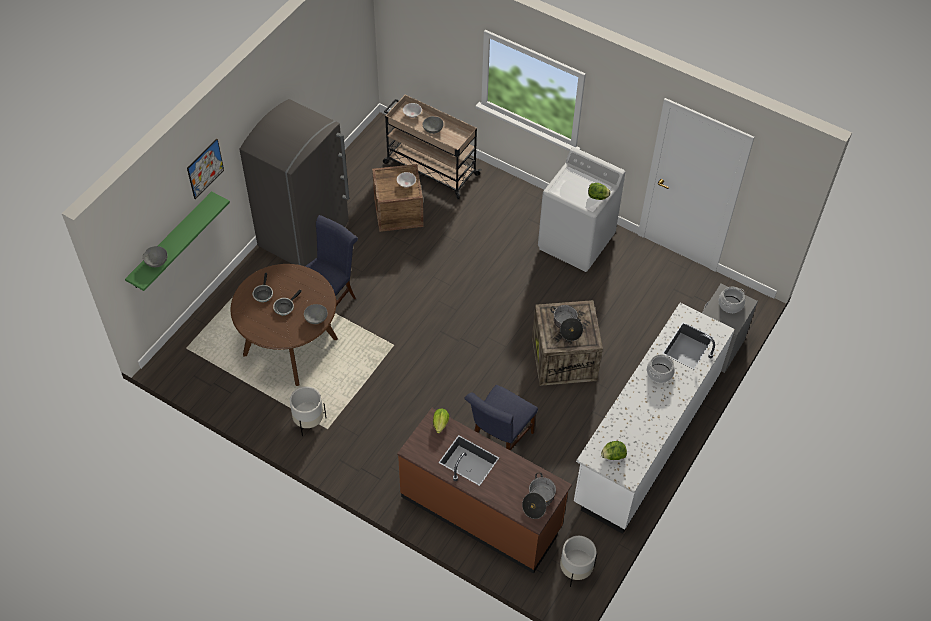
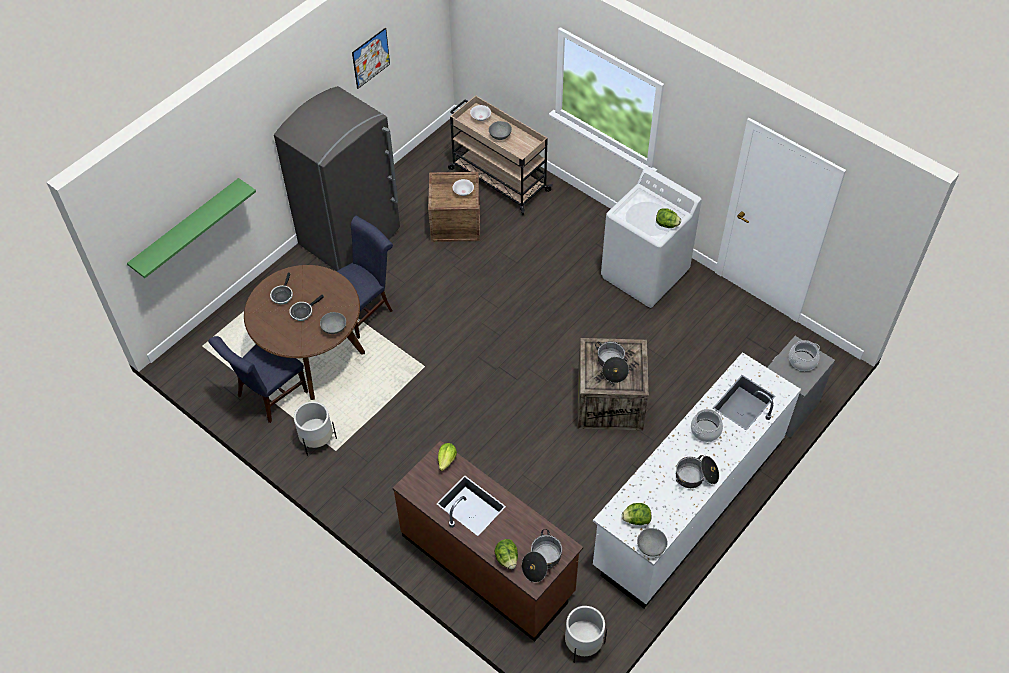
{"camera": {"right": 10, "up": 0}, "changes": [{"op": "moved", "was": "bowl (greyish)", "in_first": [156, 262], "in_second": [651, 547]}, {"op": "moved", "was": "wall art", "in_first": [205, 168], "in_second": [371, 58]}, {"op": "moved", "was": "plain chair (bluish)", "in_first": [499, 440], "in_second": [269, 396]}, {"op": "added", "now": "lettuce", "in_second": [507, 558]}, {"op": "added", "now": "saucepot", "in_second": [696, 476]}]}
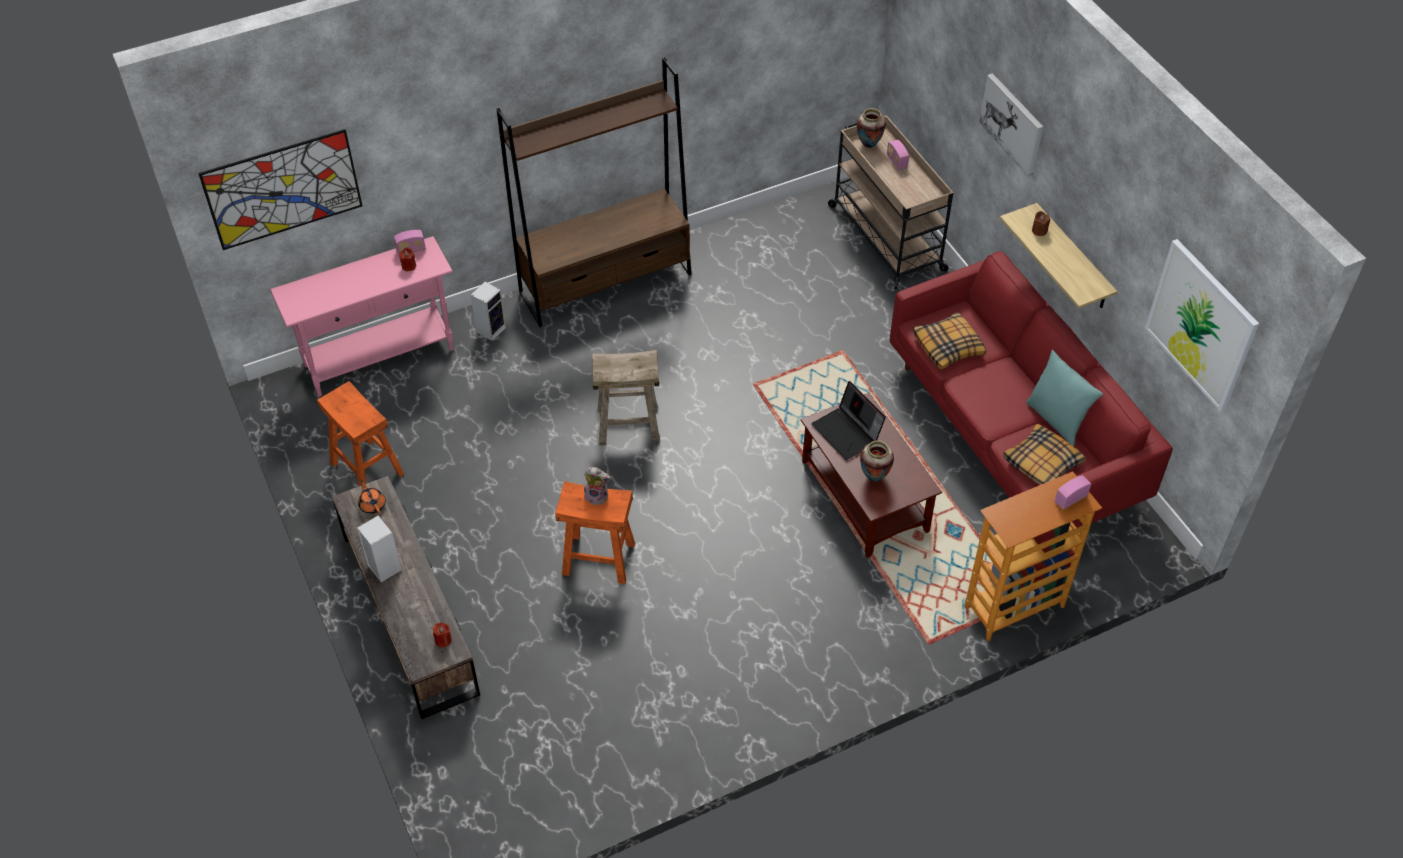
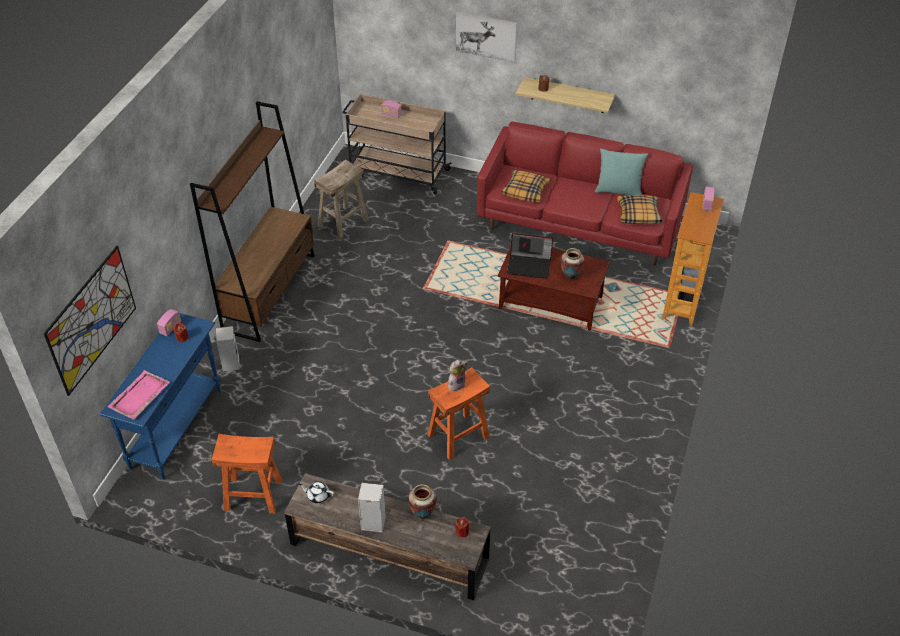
{"camera": {"right": -45, "up": -5}, "changes": [{"op": "recoloured", "was": "hall table (pink)", "now": "hall table (bluish)", "in_first": [380, 357], "in_second": [177, 428]}, {"op": "recoloured", "was": "teapot (orange)", "now": "teapot (white)", "in_first": [372, 505], "in_second": [318, 496]}, {"op": "moved", "was": "stool (sand-coloured)", "in_first": [628, 424], "in_second": [343, 222]}, {"op": "moved", "was": "decorative vase", "in_first": [868, 145], "in_second": [422, 515]}, {"op": "removed", "was": "wall art", "in_first": [1201, 325]}, {"op": "added", "now": "serving tray (pink)", "in_second": [139, 396]}]}
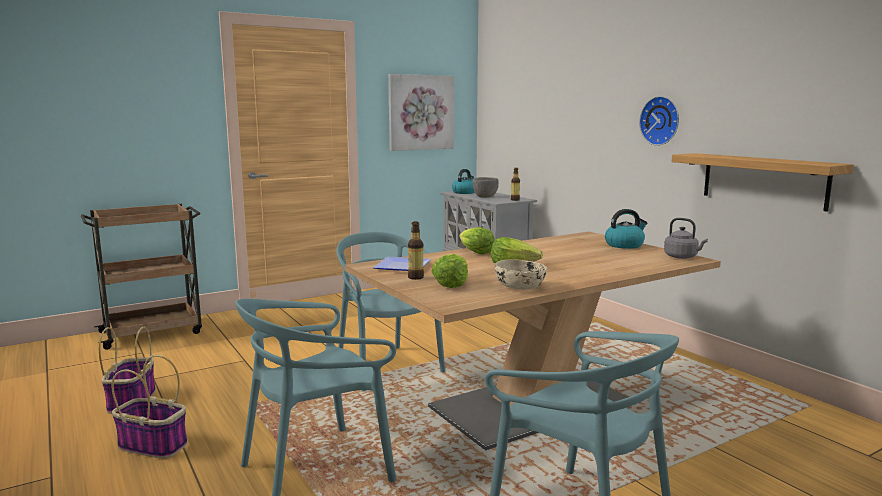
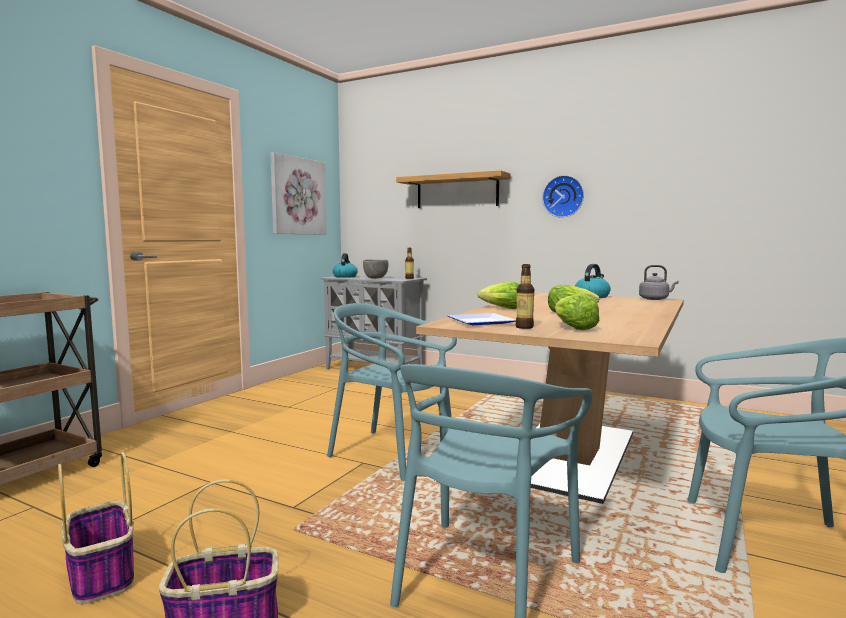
{"camera": {"right": -30, "up": -5}, "changes": [{"op": "removed", "was": "bowl (sand-coloured)", "in_first": [520, 287]}, {"op": "moved", "was": "bracket shelf", "in_first": [763, 180], "in_second": [457, 191]}]}
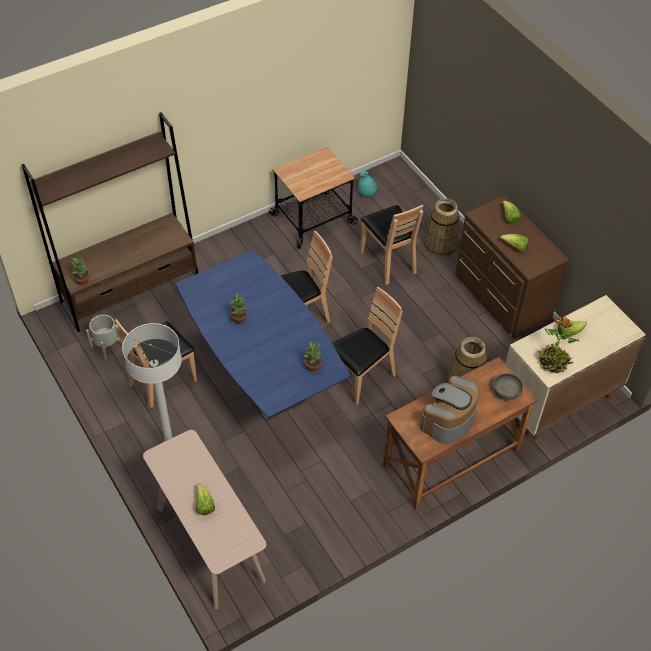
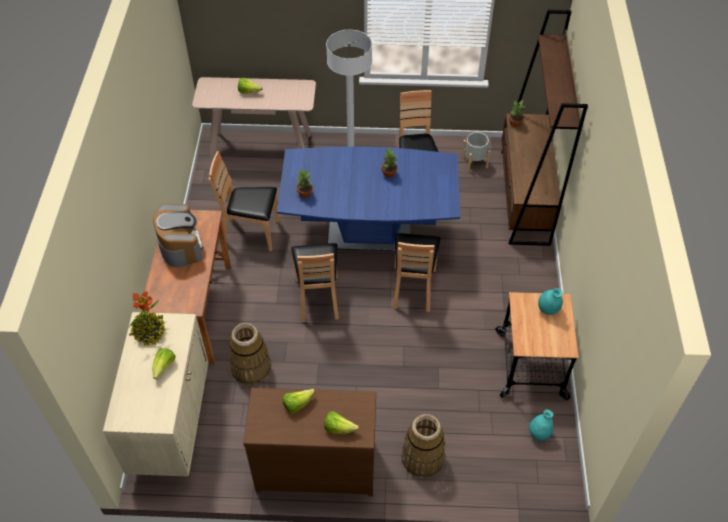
{"camera": {"right": 125, "up": 0}, "changes": [{"op": "moved", "was": "plain chair (brown-coloured)", "in_first": [388, 261], "in_second": [252, 233]}, {"op": "removed", "was": "bowl (greyish)", "in_first": [506, 391]}, {"op": "added", "now": "decorative vase (turquoise)", "in_second": [548, 309]}]}
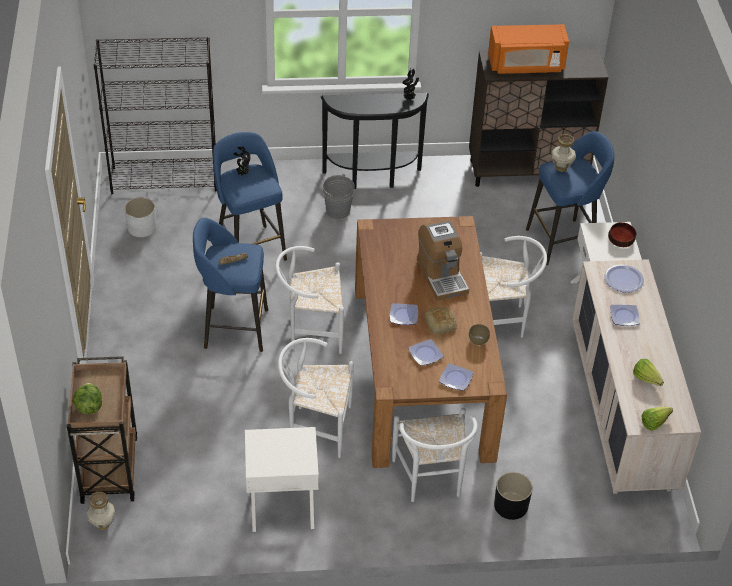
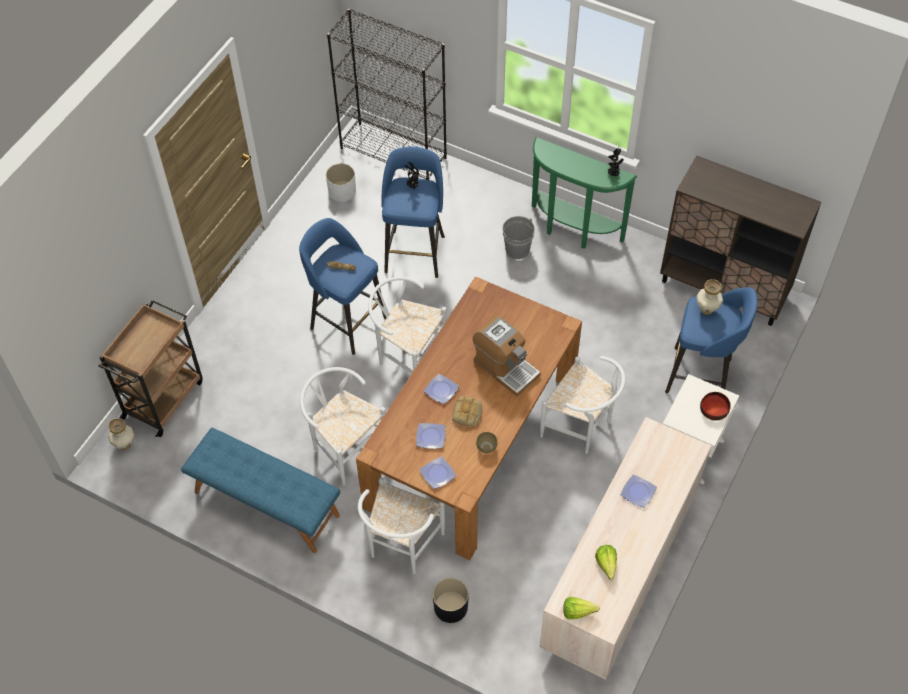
{"camera": {"right": 35, "up": 10}, "changes": [{"op": "removed", "was": "lettuce", "in_first": [89, 407]}, {"op": "replaced", "was": "bedside table (white)", "now": "long seat (bluish)", "in_first": [282, 507], "in_second": [266, 504]}, {"op": "recoloured", "was": "hall table (black)", "now": "hall table (greenish)", "in_first": [372, 178], "in_second": [572, 231]}, {"op": "turned", "was": "coffee maker", "in_first": [441, 275], "in_second": [505, 367], "clockwise": -60}, {"op": "removed", "was": "microwave (orange)", "in_first": [526, 65]}, {"op": "removed", "was": "flat dish", "in_first": [623, 279]}]}
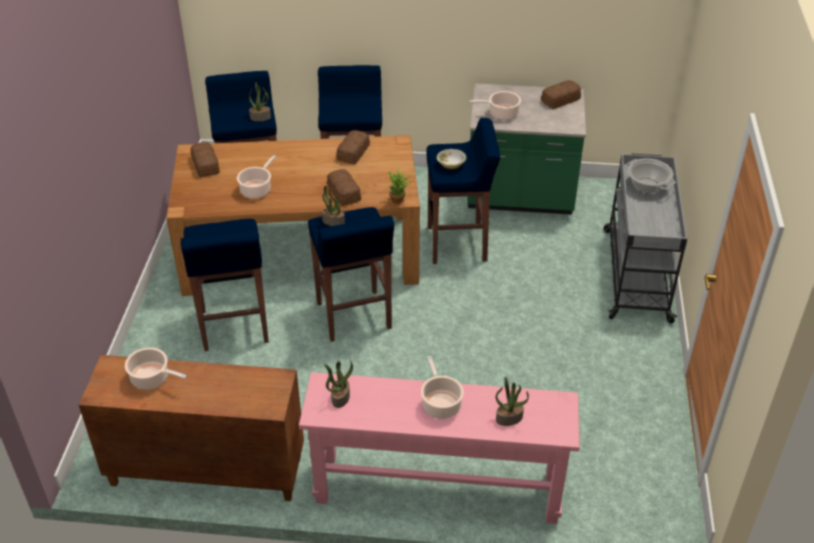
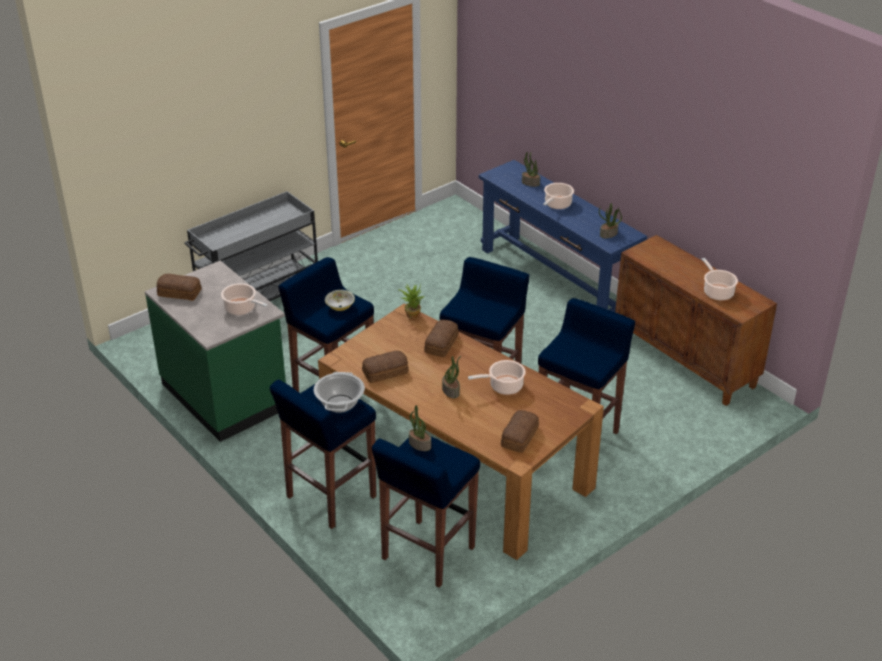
{"camera": {"right": -135, "up": -5}, "changes": [{"op": "recoloured", "was": "hall table (pink)", "now": "hall table (bluish)", "in_first": [437, 487], "in_second": [555, 279]}, {"op": "moved", "was": "potted plant", "in_first": [333, 222], "in_second": [451, 391]}, {"op": "moved", "was": "saucepot", "in_first": [647, 186], "in_second": [339, 403]}]}
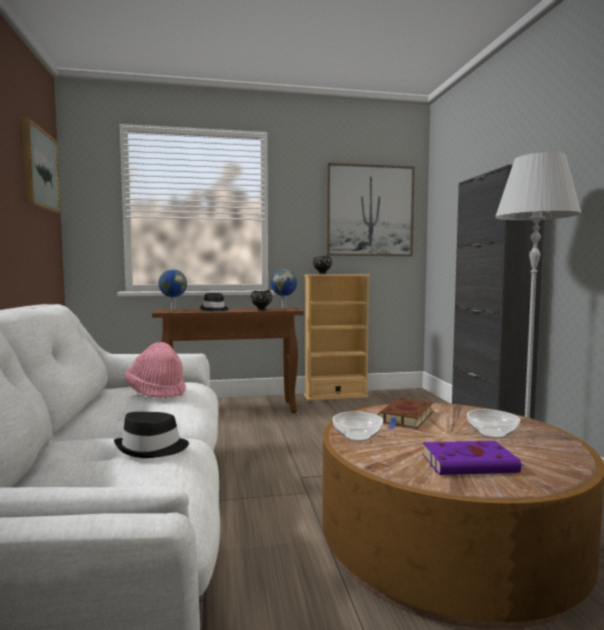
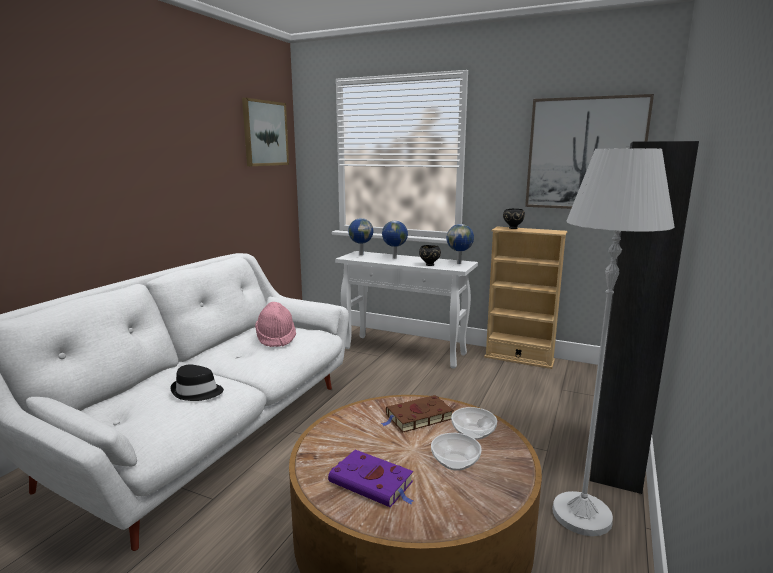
{"camera": {"right": 35, "up": 10}, "changes": [{"op": "recoloured", "was": "hall table (brown-coloured)", "now": "hall table (white)", "in_first": [232, 410], "in_second": [405, 351]}, {"op": "replaced", "was": "clothing hat (black)", "now": "desk globe", "in_first": [214, 309], "in_second": [394, 258]}, {"op": "moved", "was": "bowl", "in_first": [358, 436], "in_second": [473, 433]}]}
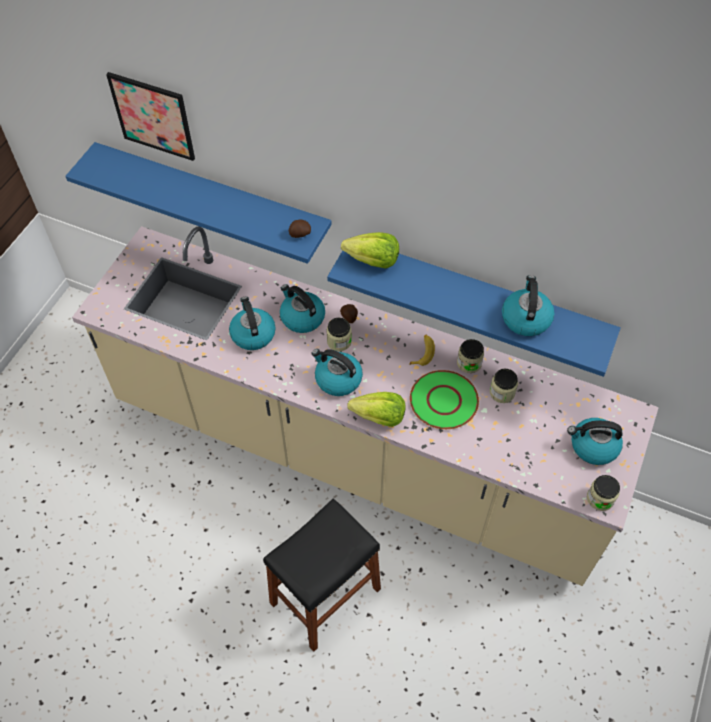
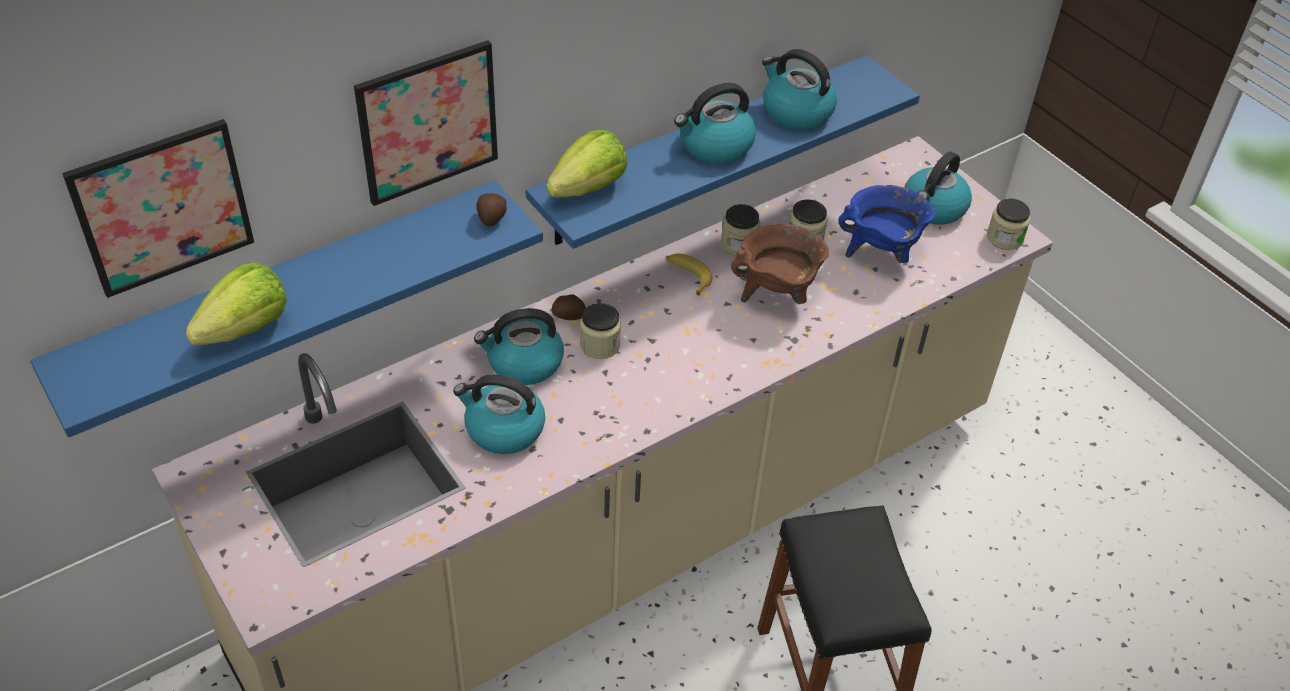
{"camera": {"right": -60, "up": -10}, "changes": [{"op": "moved", "was": "tea kettle", "in_first": [337, 379], "in_second": [715, 146]}, {"op": "moved", "was": "lettuce", "in_first": [379, 417], "in_second": [246, 328]}, {"op": "replaced", "was": "flat dish (greenish)", "now": "saucepot (brown-coloured)", "in_first": [443, 401], "in_second": [777, 294]}, {"op": "added", "now": "wall art", "in_second": [428, 122]}, {"op": "added", "now": "saucepot (bluish)", "in_second": [881, 253]}]}
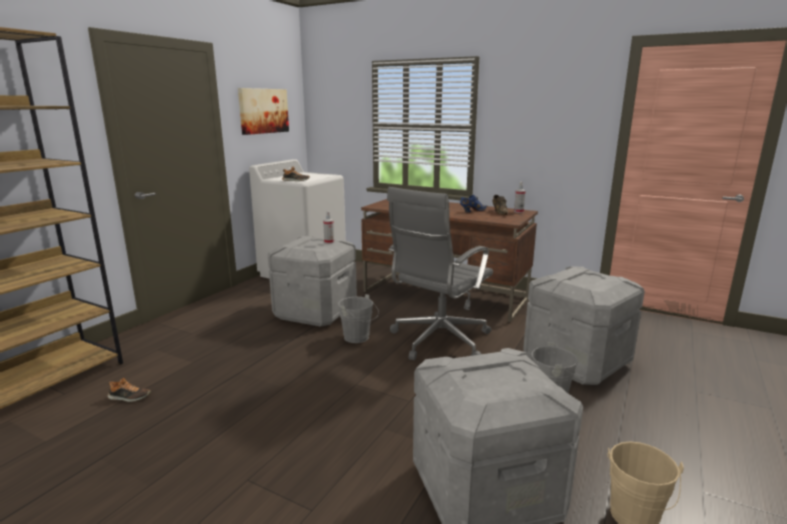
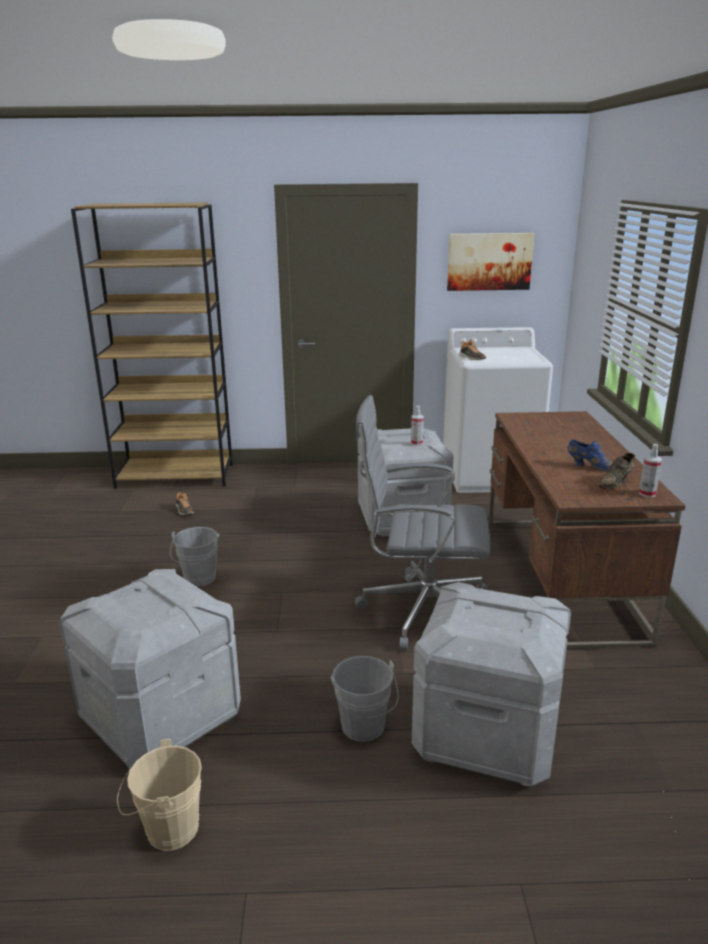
{"camera": {"right": 60, "up": 5}, "changes": [{"op": "moved", "was": "water bucket (greyish)", "in_first": [358, 338], "in_second": [198, 580]}]}
